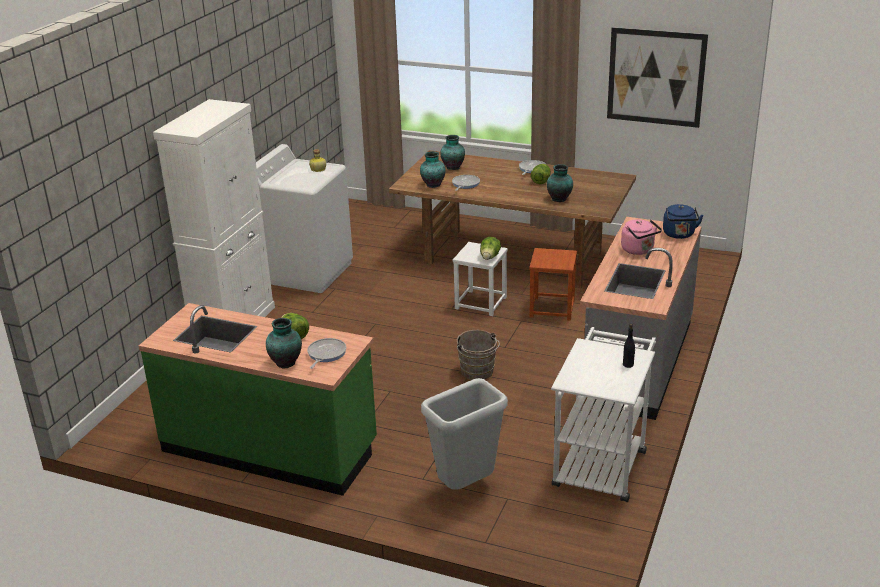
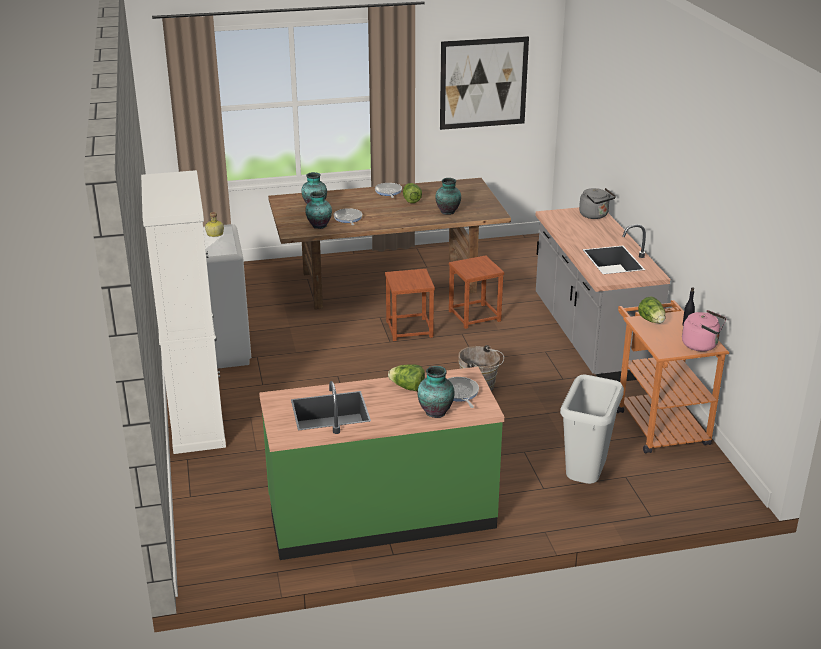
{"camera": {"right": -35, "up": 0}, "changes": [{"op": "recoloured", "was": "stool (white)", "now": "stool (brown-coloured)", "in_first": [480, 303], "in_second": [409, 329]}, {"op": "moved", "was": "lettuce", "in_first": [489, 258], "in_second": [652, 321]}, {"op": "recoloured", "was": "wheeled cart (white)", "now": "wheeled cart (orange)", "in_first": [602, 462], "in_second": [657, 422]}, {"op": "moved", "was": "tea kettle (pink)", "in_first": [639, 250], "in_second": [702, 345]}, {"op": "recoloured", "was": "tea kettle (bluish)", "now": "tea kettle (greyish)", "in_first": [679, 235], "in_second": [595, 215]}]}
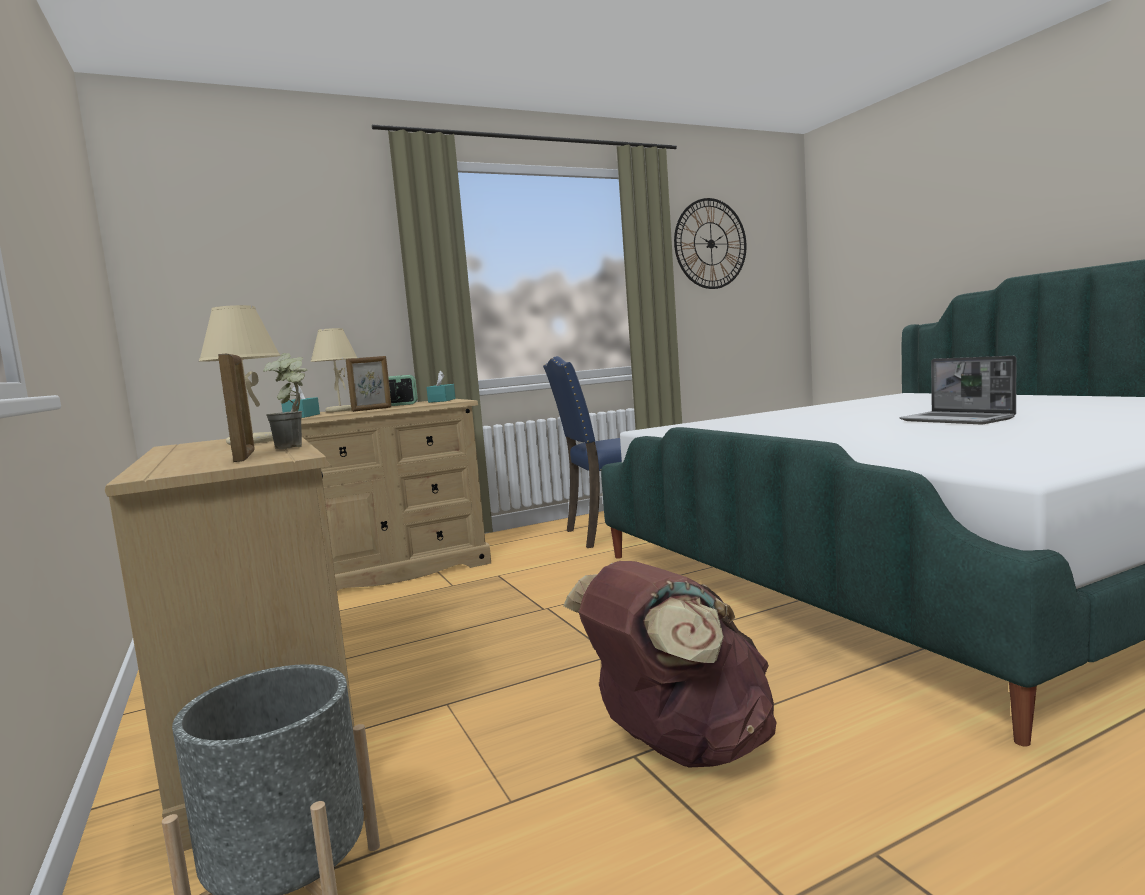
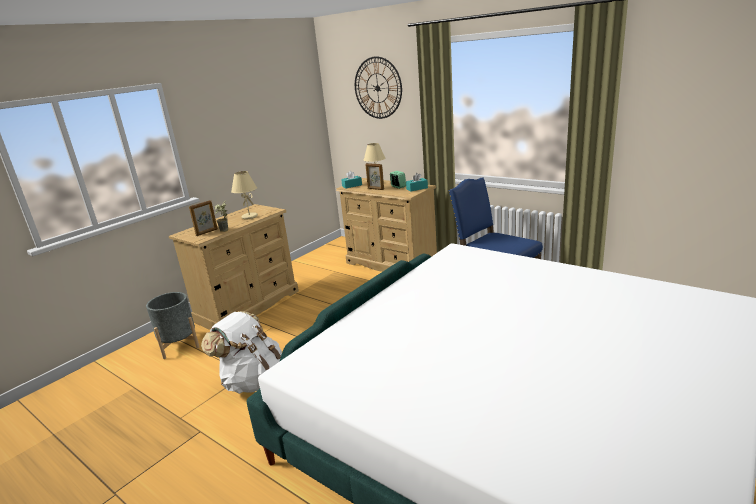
{"camera": {"right": 65, "up": 15}, "changes": [{"op": "recoloured", "was": "knapsack (brown-coloured)", "now": "knapsack (white)", "in_first": [679, 747], "in_second": [253, 381]}, {"op": "moved", "was": "wall clock", "in_first": [710, 244], "in_second": [377, 88]}, {"op": "removed", "was": "notebook computer", "in_first": [958, 420]}]}
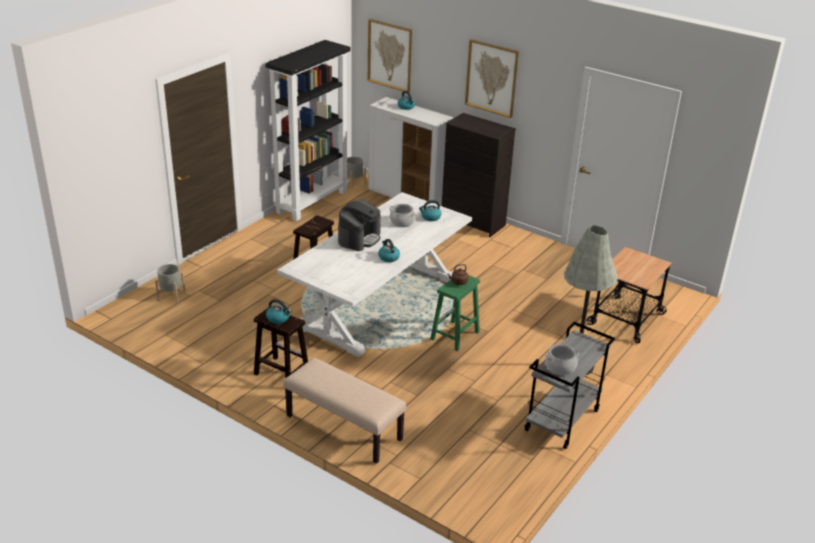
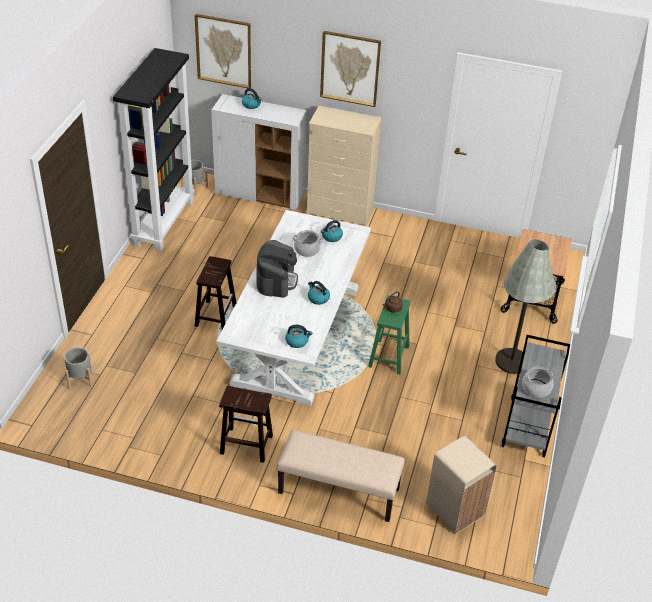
{"camera": {"right": -20, "up": 10}, "changes": [{"op": "moved", "was": "tea kettle", "in_first": [278, 318], "in_second": [297, 341]}, {"op": "recoloured", "was": "chest of drawers (black)", "now": "chest of drawers (sand-coloured)", "in_first": [473, 223], "in_second": [340, 214]}, {"op": "added", "now": "rubbish bin (sand-coloured)", "in_second": [455, 510]}]}
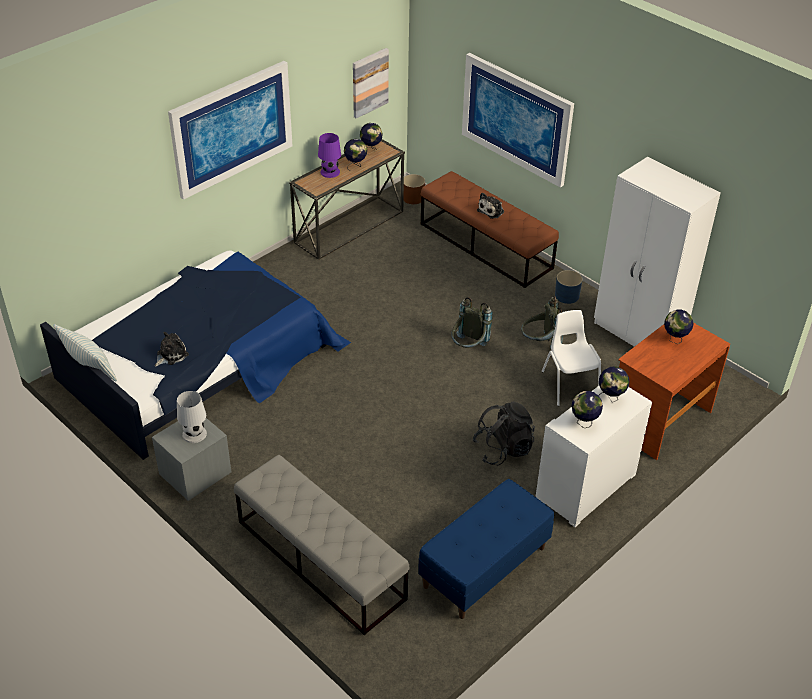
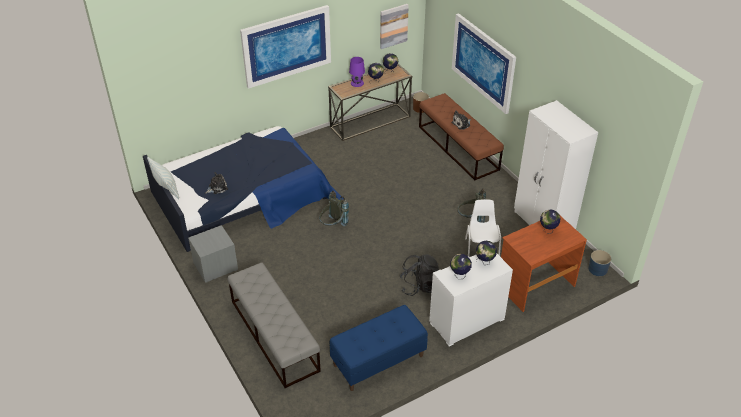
{"camera": {"right": 15, "up": 0}, "changes": [{"op": "removed", "was": "lamp for a table (white)", "in_first": [194, 434]}, {"op": "moved", "was": "knapsack (greyish)", "in_first": [468, 348], "in_second": [333, 225]}, {"op": "moved", "was": "plant pot (bluish)", "in_first": [567, 296], "in_second": [597, 269]}]}
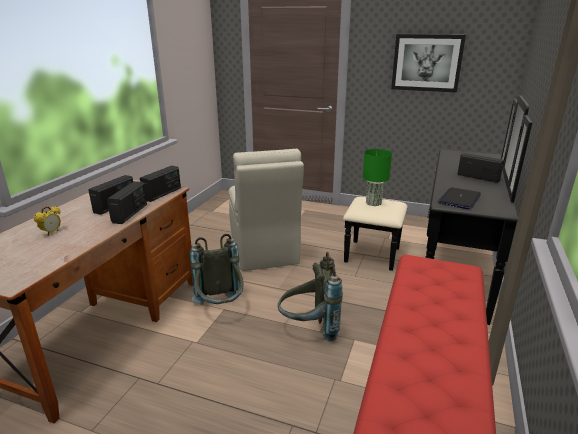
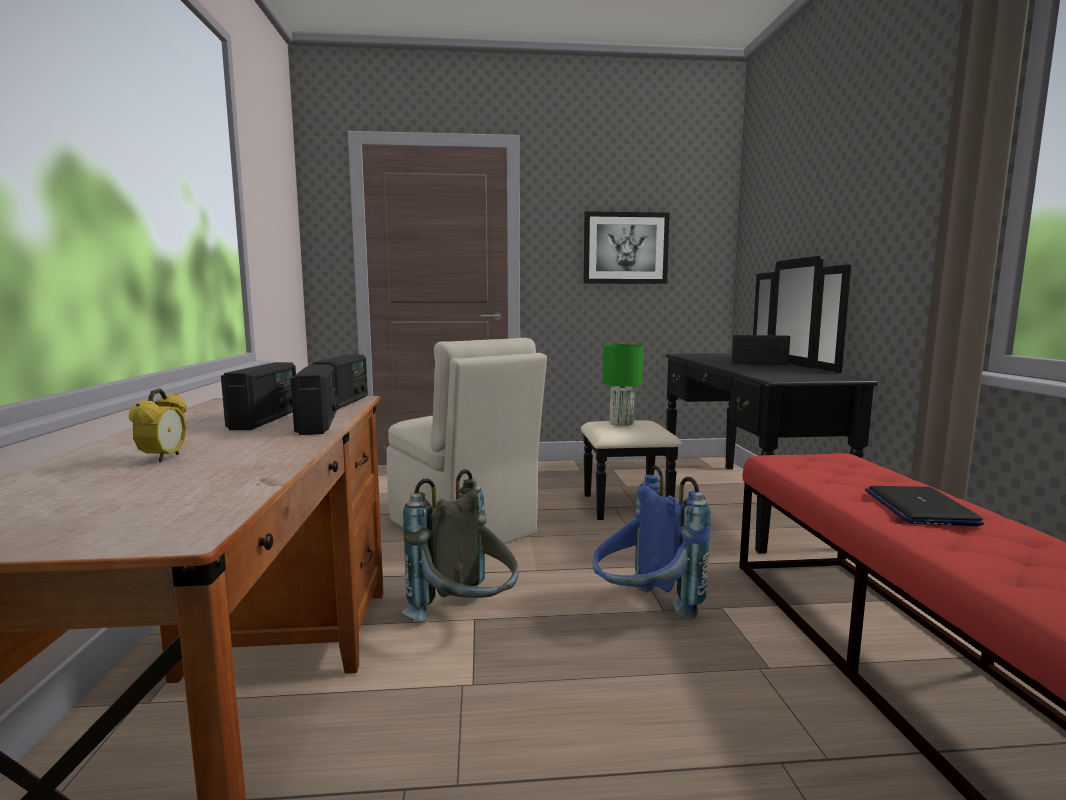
{"camera": {"right": -25, "up": -15}, "changes": [{"op": "recoloured", "was": "knapsack (greyish)", "now": "knapsack (bluish)", "in_first": [309, 328], "in_second": [643, 611]}, {"op": "moved", "was": "notebook computer", "in_first": [459, 199], "in_second": [919, 508]}]}
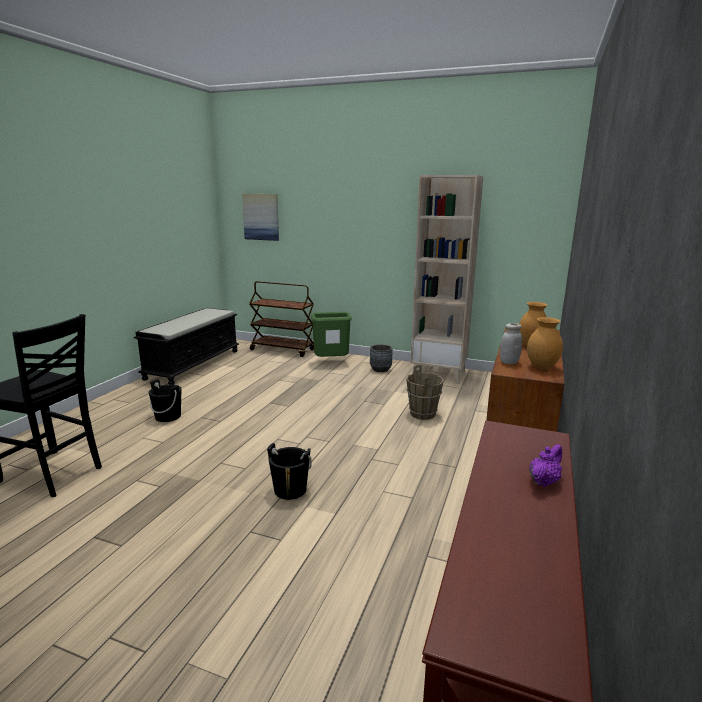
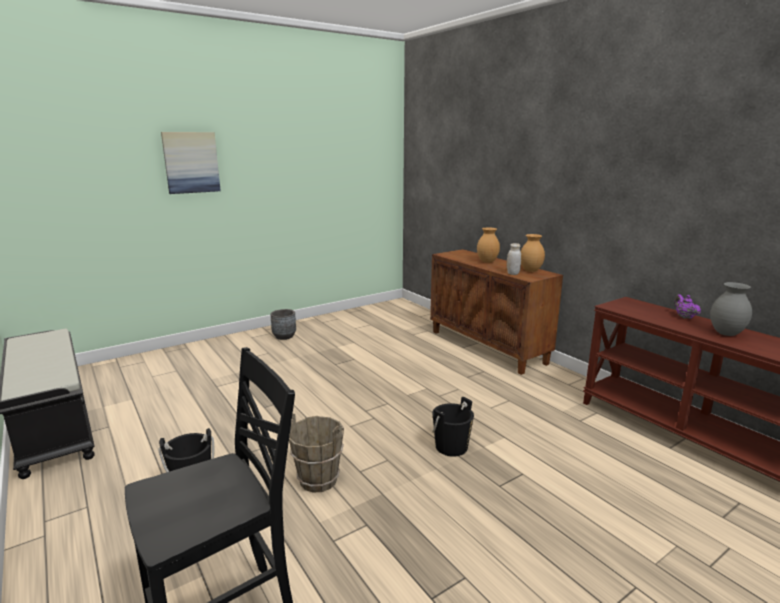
{"camera": {"right": -55, "up": 0}, "changes": [{"op": "moved", "was": "wall art", "in_first": [261, 217], "in_second": [191, 162]}, {"op": "removed", "was": "wheeled cart (brown-coloured)", "in_first": [283, 350]}, {"op": "removed", "was": "rubbish bin (greenish)", "in_first": [331, 362]}, {"op": "moved", "was": "water bucket (brown-coloured)", "in_first": [423, 414], "in_second": [318, 479]}, {"op": "removed", "was": "bookcase (sand-coloured)", "in_first": [439, 374]}, {"op": "added", "now": "decorative vase (greyish)", "in_second": [726, 333]}]}
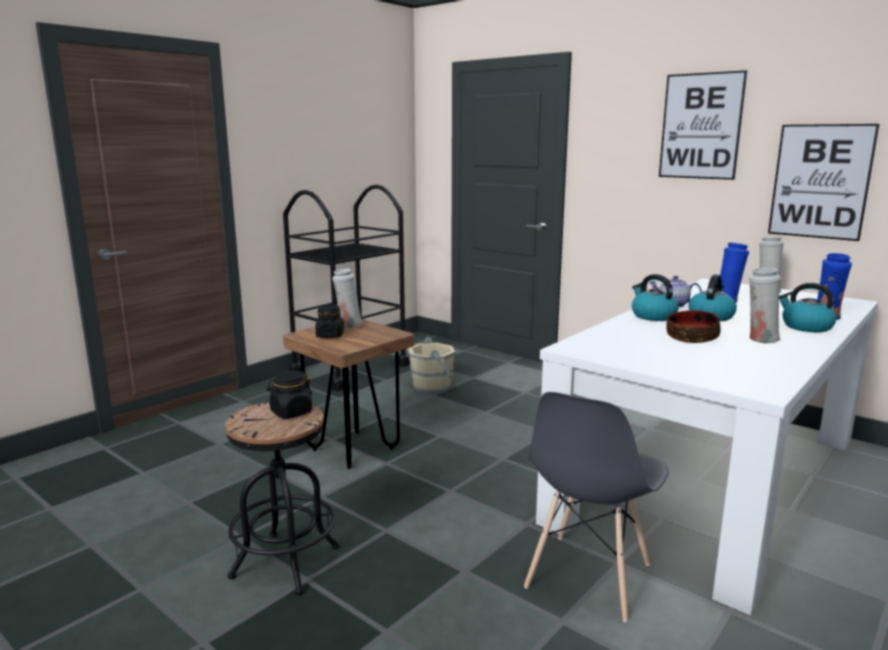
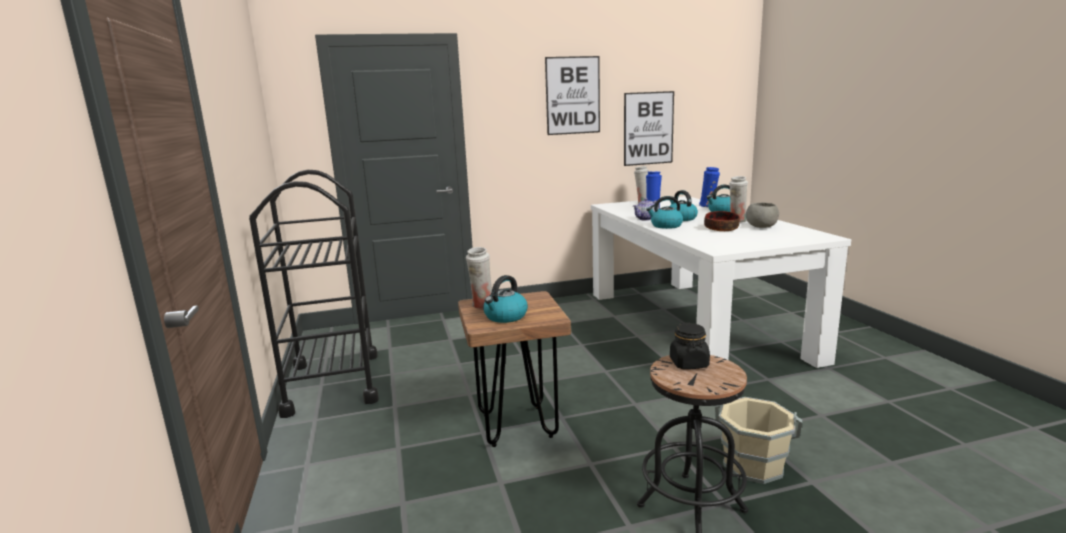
{"camera": {"right": -55, "up": 0}, "changes": [{"op": "replaced", "was": "storage jar (black)", "now": "tea kettle", "in_first": [330, 335], "in_second": [505, 316]}, {"op": "moved", "was": "water bucket (sand-coloured)", "in_first": [432, 385], "in_second": [753, 464]}, {"op": "removed", "was": "plain chair (greyish)", "in_first": [588, 576]}, {"op": "added", "now": "bowl (greyish)", "in_second": [761, 227]}]}
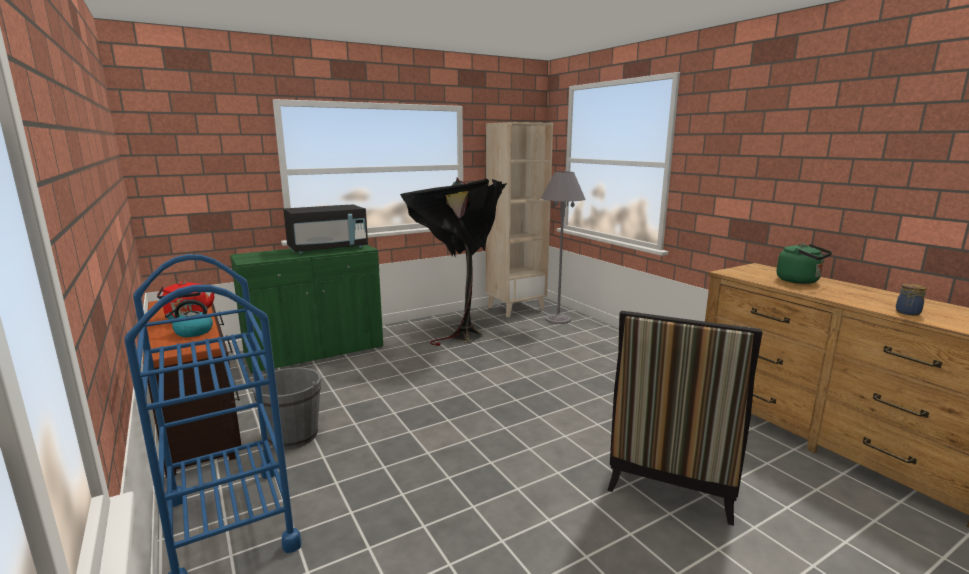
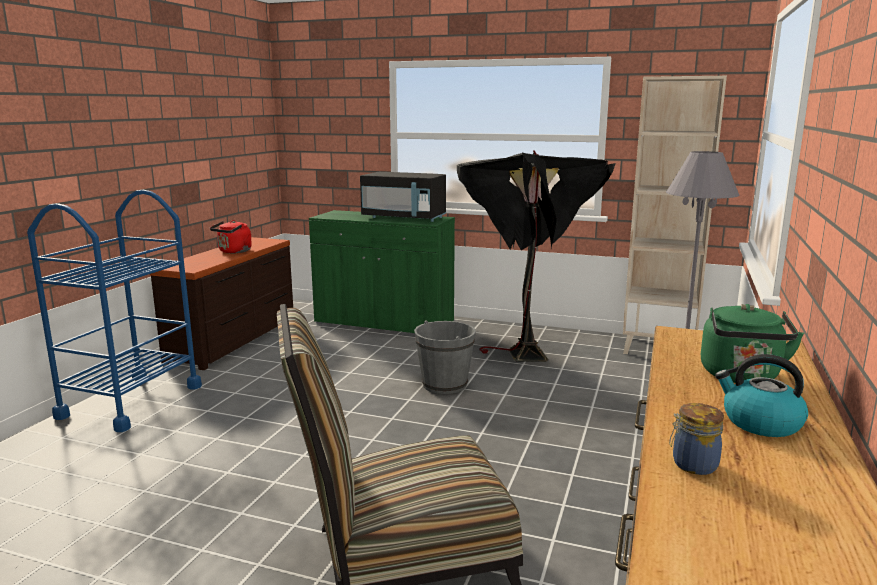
{"camera": {"right": 50, "up": 0}, "changes": [{"op": "moved", "was": "tea kettle", "in_first": [193, 332], "in_second": [760, 423]}, {"op": "moved", "was": "water bucket (greyish)", "in_first": [293, 436], "in_second": [444, 384]}]}
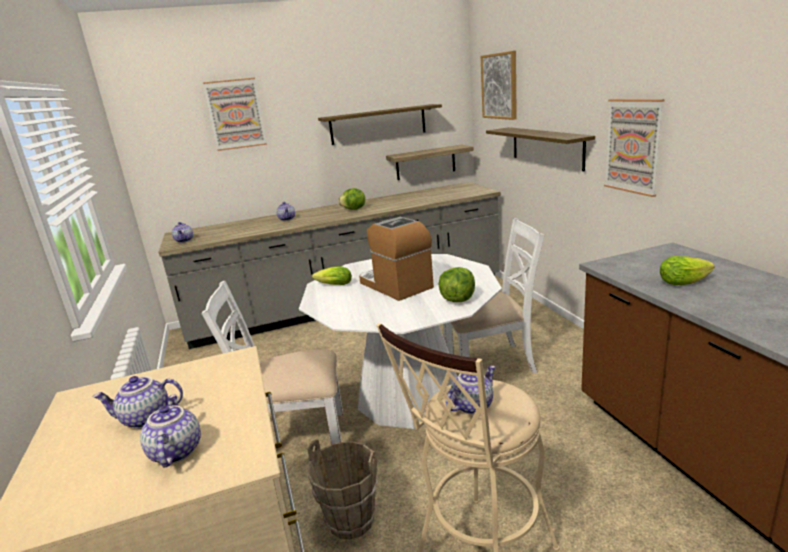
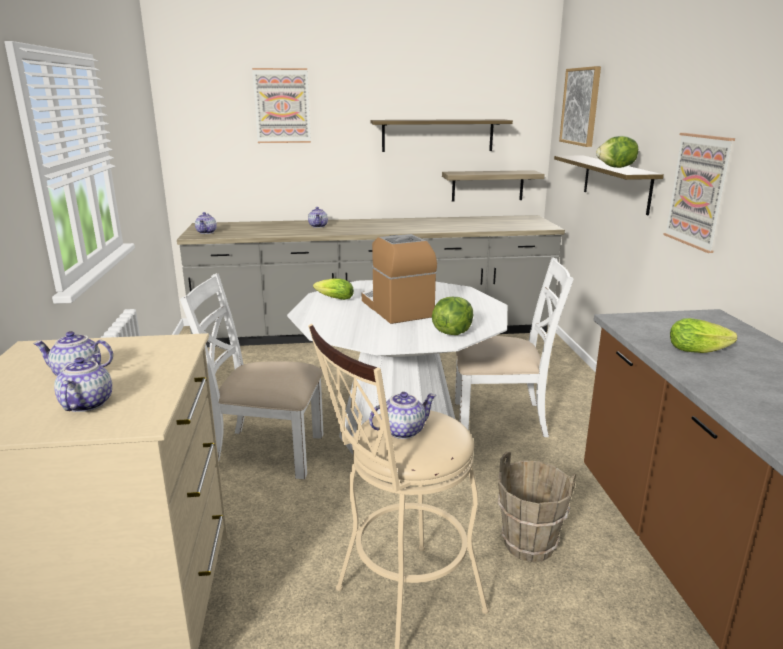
{"camera": {"right": 10, "up": 0}, "changes": [{"op": "moved", "was": "water bucket (brown-coloured)", "in_first": [351, 521], "in_second": [529, 545]}, {"op": "moved", "was": "lettuce", "in_first": [354, 209], "in_second": [616, 167]}]}
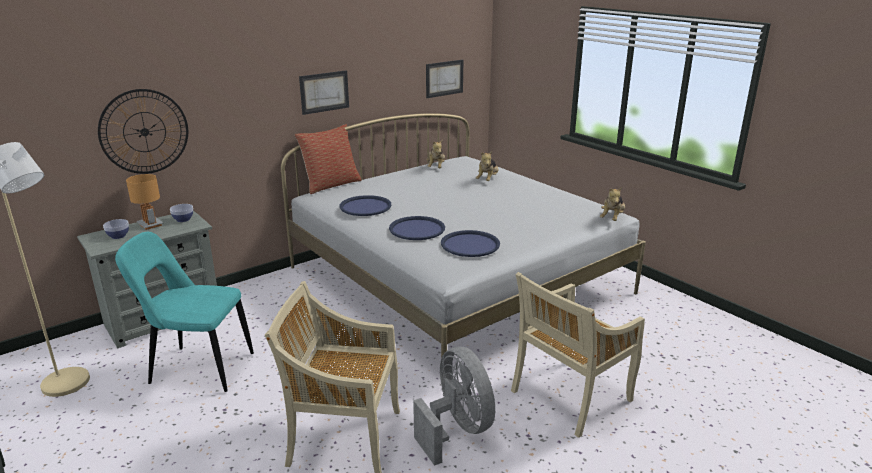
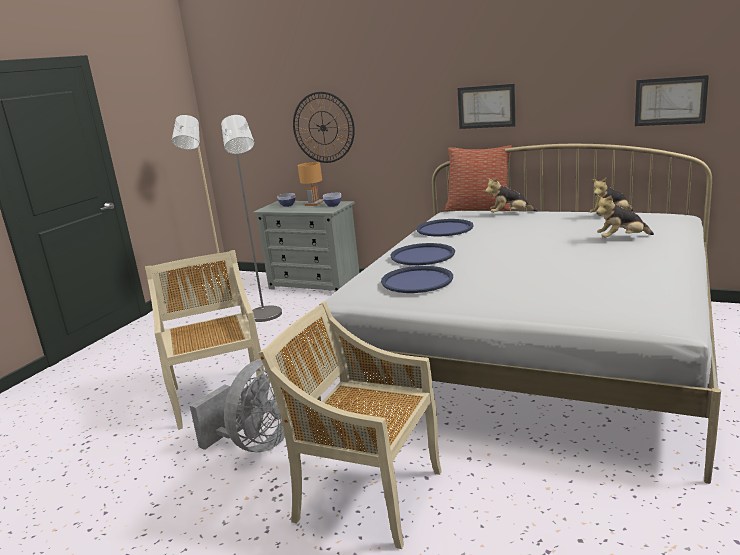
{"camera": {"right": 65, "up": -5}, "changes": [{"op": "replaced", "was": "plain chair (turquoise)", "now": "standing lamp (greyish)", "in_first": [197, 368], "in_second": [266, 317]}, {"op": "moved", "was": "plush toy", "in_first": [612, 218], "in_second": [509, 214]}]}
